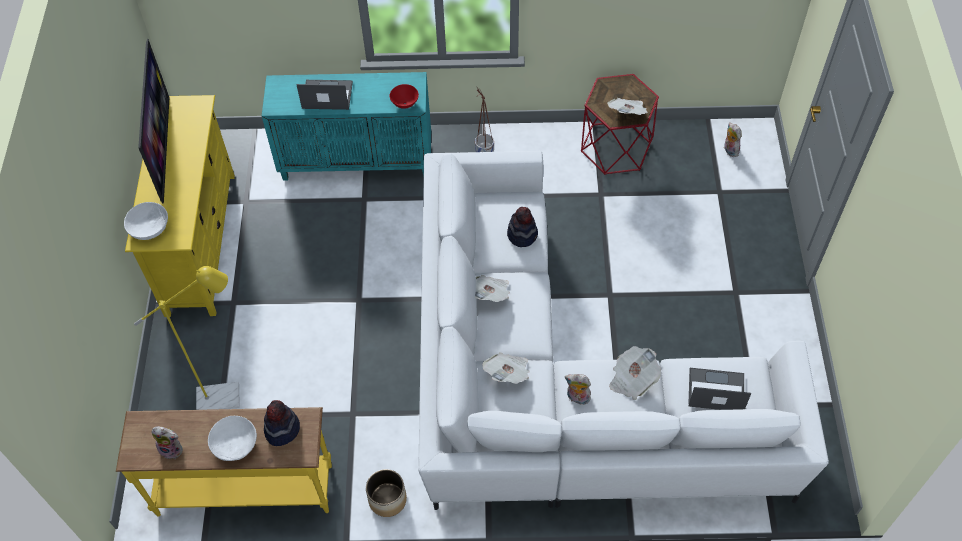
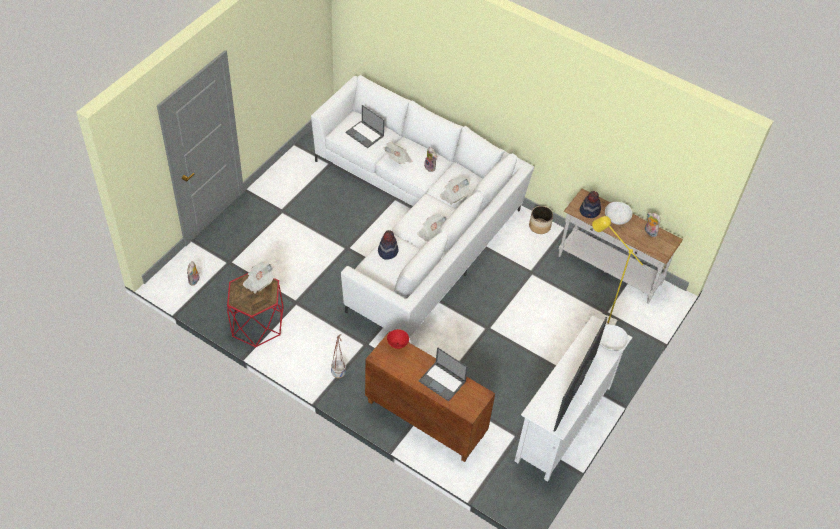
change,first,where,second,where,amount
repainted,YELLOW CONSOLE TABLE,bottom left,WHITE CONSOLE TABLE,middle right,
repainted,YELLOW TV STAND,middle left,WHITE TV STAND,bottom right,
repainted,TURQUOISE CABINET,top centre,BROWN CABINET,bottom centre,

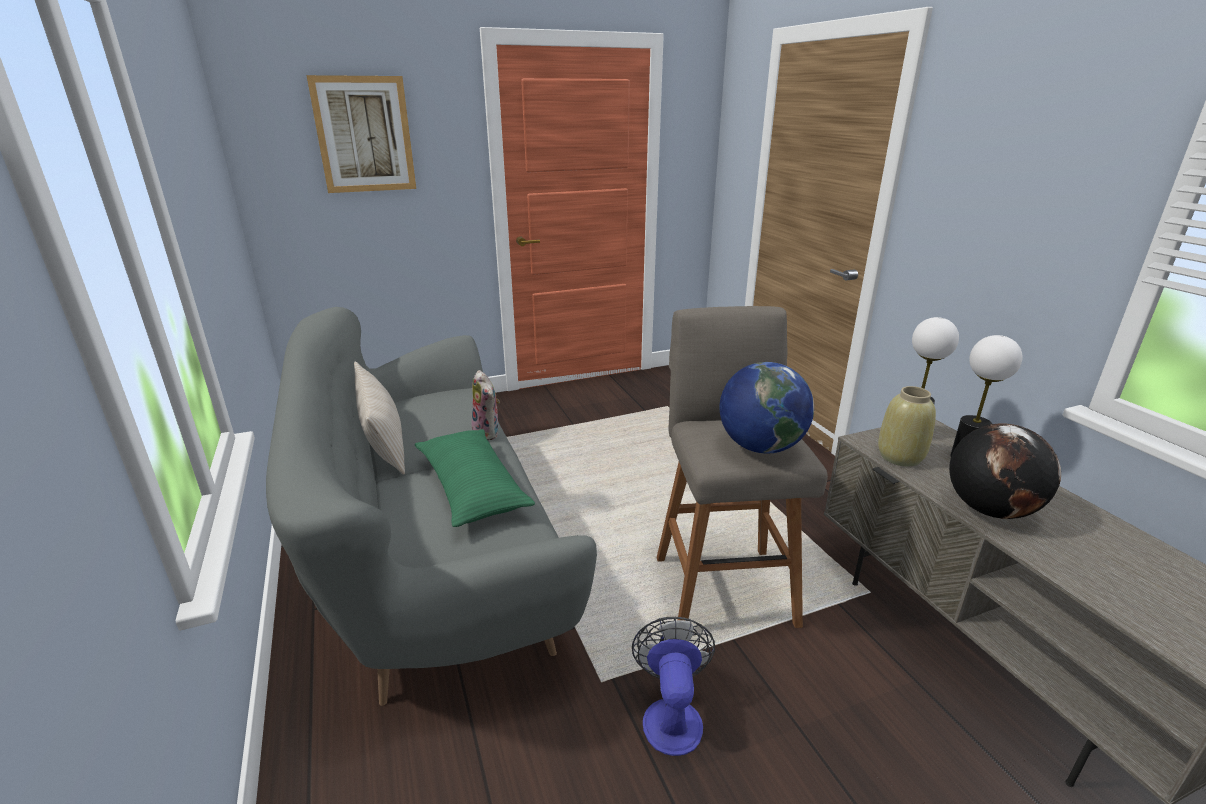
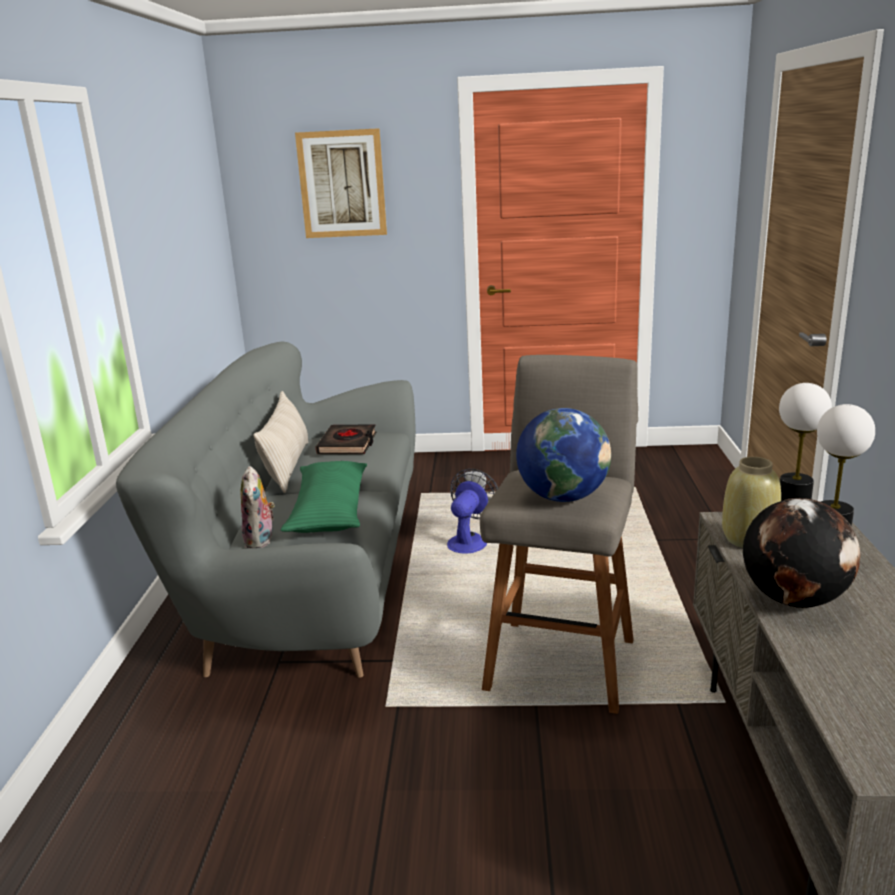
change,first,where,second,where,amount
new,,,BLACK BOOK,centre,
shifted,PLUSH TOY,centre,,middle left,
shifted,FAN,bottom centre,,centre,

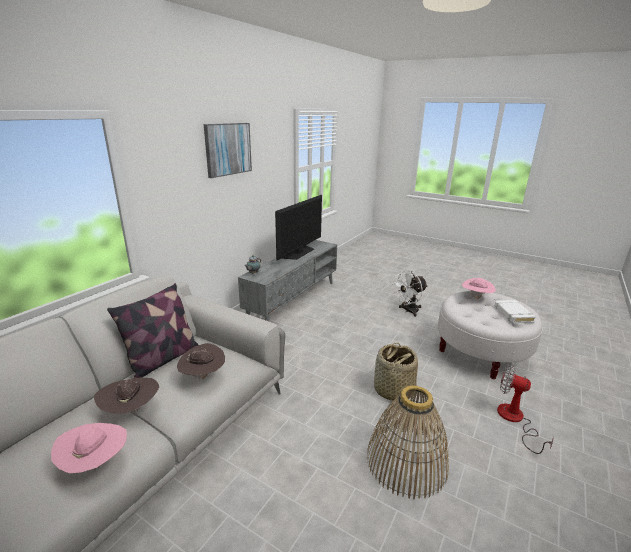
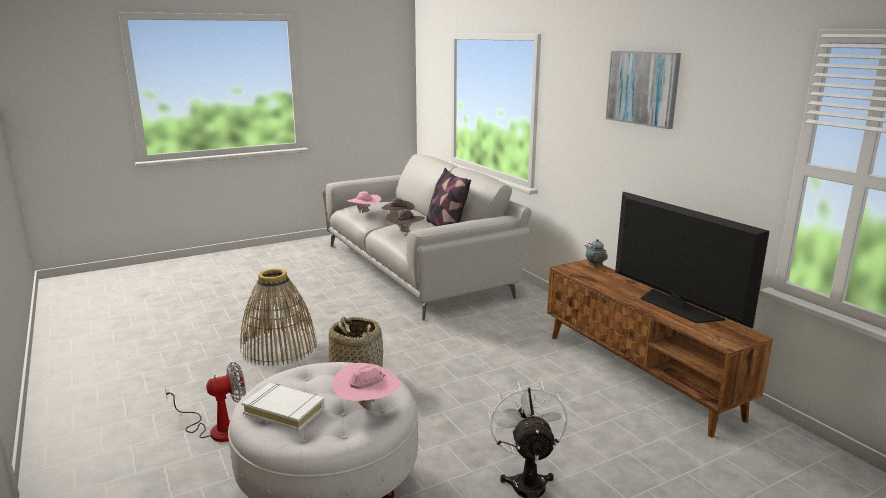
change,first,where,second,where,amount
repainted,GREY TV STAND,centre,BROWN TV STAND,bottom right,

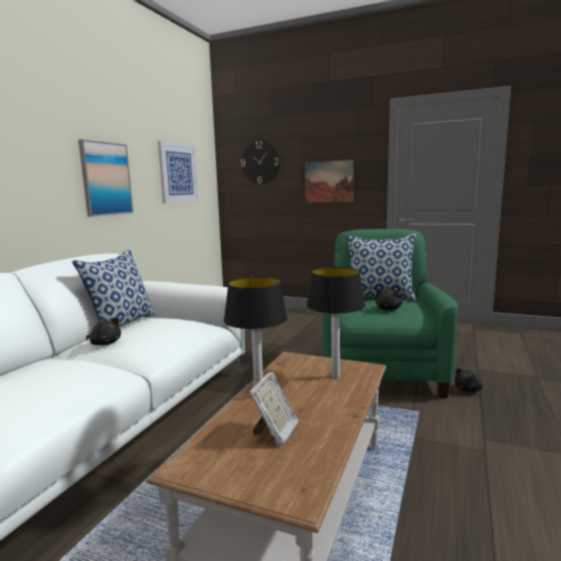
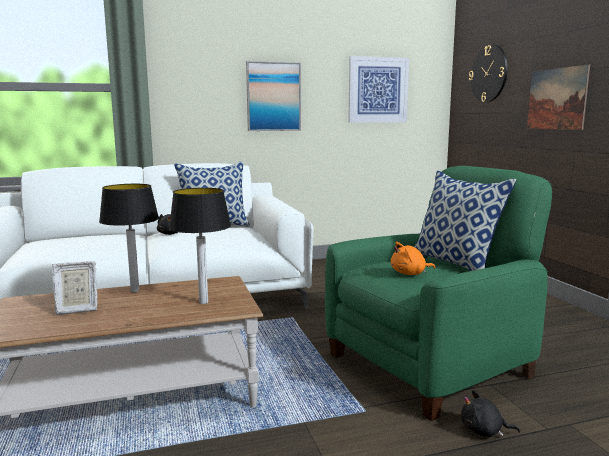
change,first,where,second,where,amount
repainted,BLACK PLUSH TOY (no. 2 from left),middle right,ORANGE PLUSH TOY,middle right,

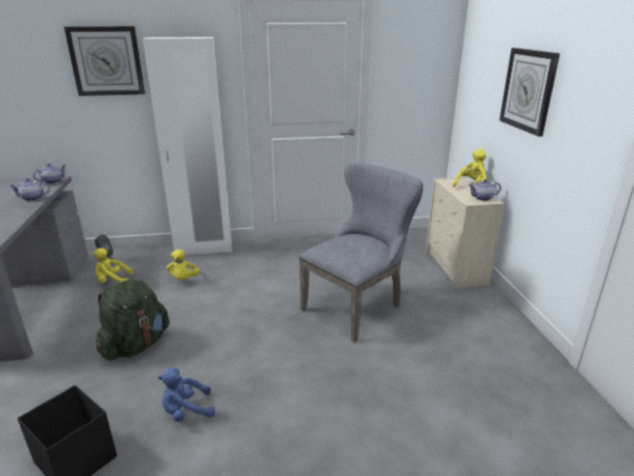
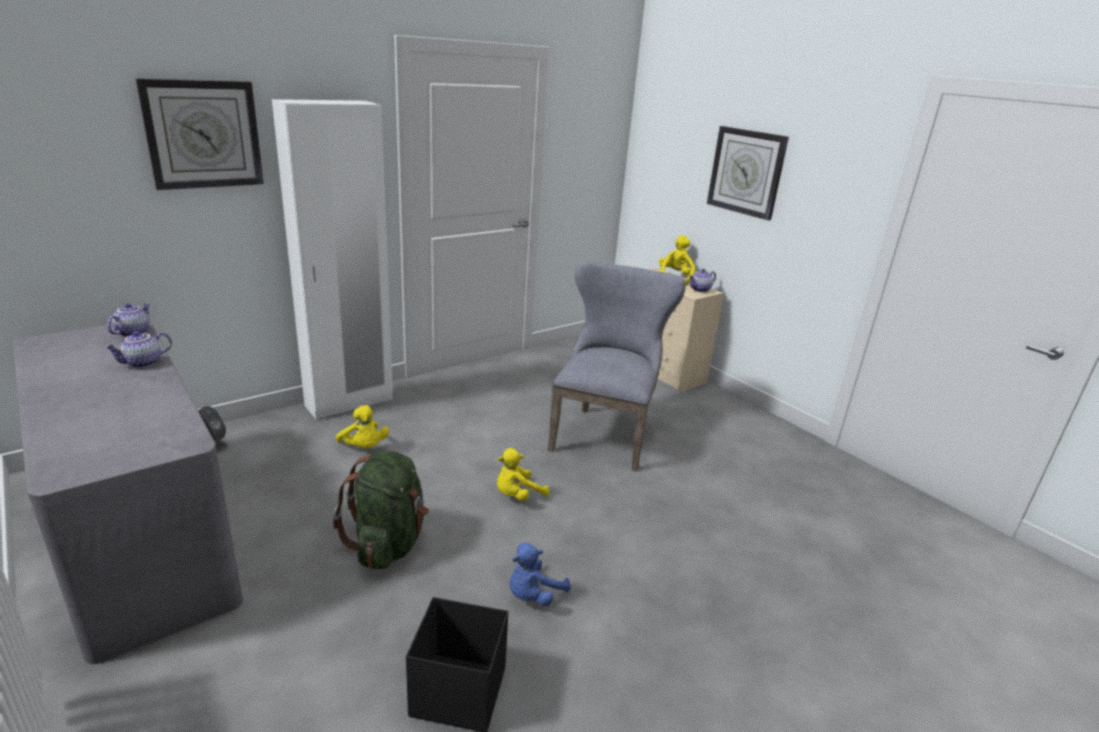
change,first,where,second,where,amount
shifted,YELLOW PLUSH TOY (no. 1 from left in the first image),middle left,YELLOW PLUSH TOY (no. 2 from left),centre,

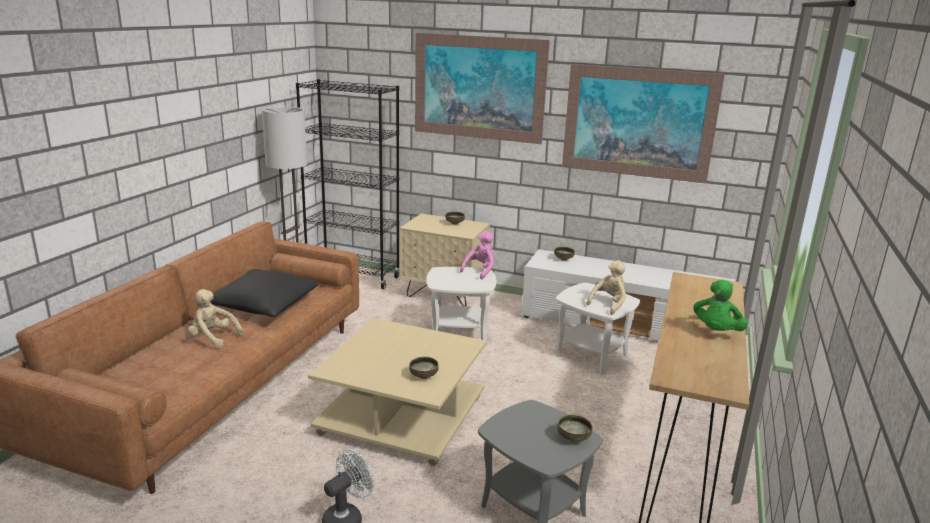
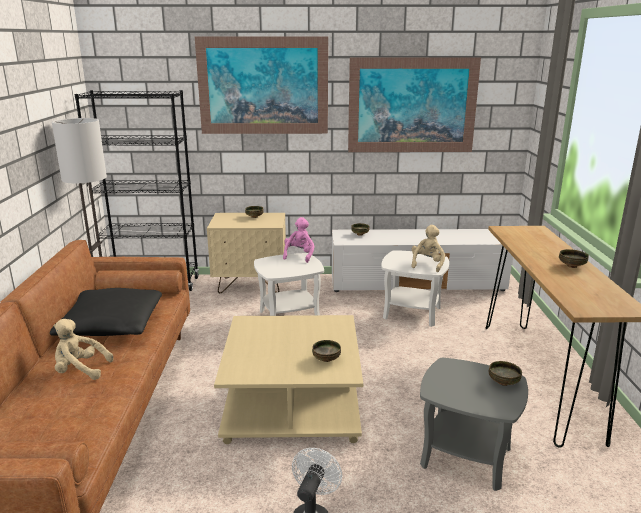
change,first,where,second,where,amount
swapped,GREEN PLUSH TOY,middle right,BOWL (no. 5 from left),middle right,

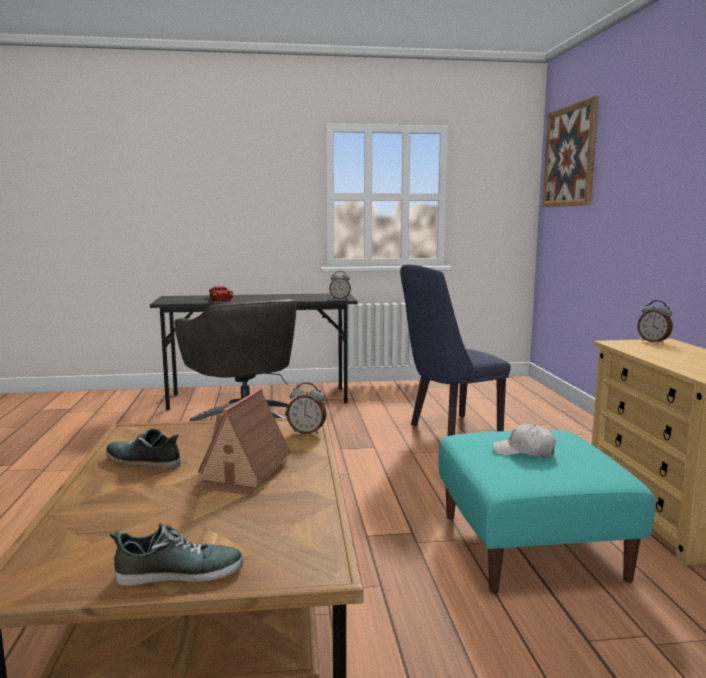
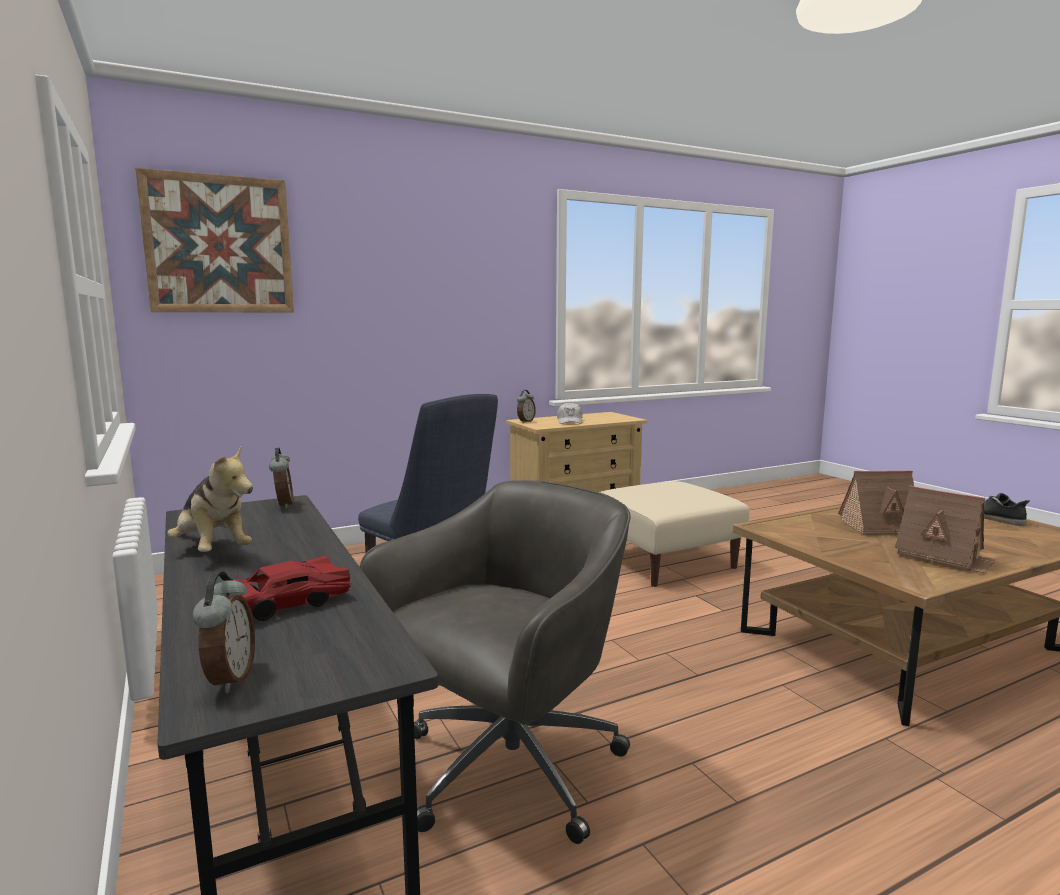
change,first,where,second,where,amount
new,,,PLUSH TOY,middle left,
shifted,ALARM CLOCK (no. 1 from left),centre,,bottom left,
shifted,WHITE CAP,middle right,,centre,
swapped,SHOE (no. 1 from left),middle left,TOY HOUSE (no. 2 from left),middle right,
repainted,TURQUOISE OTTOMAN,bottom right,BEIGE OTTOMAN,centre,

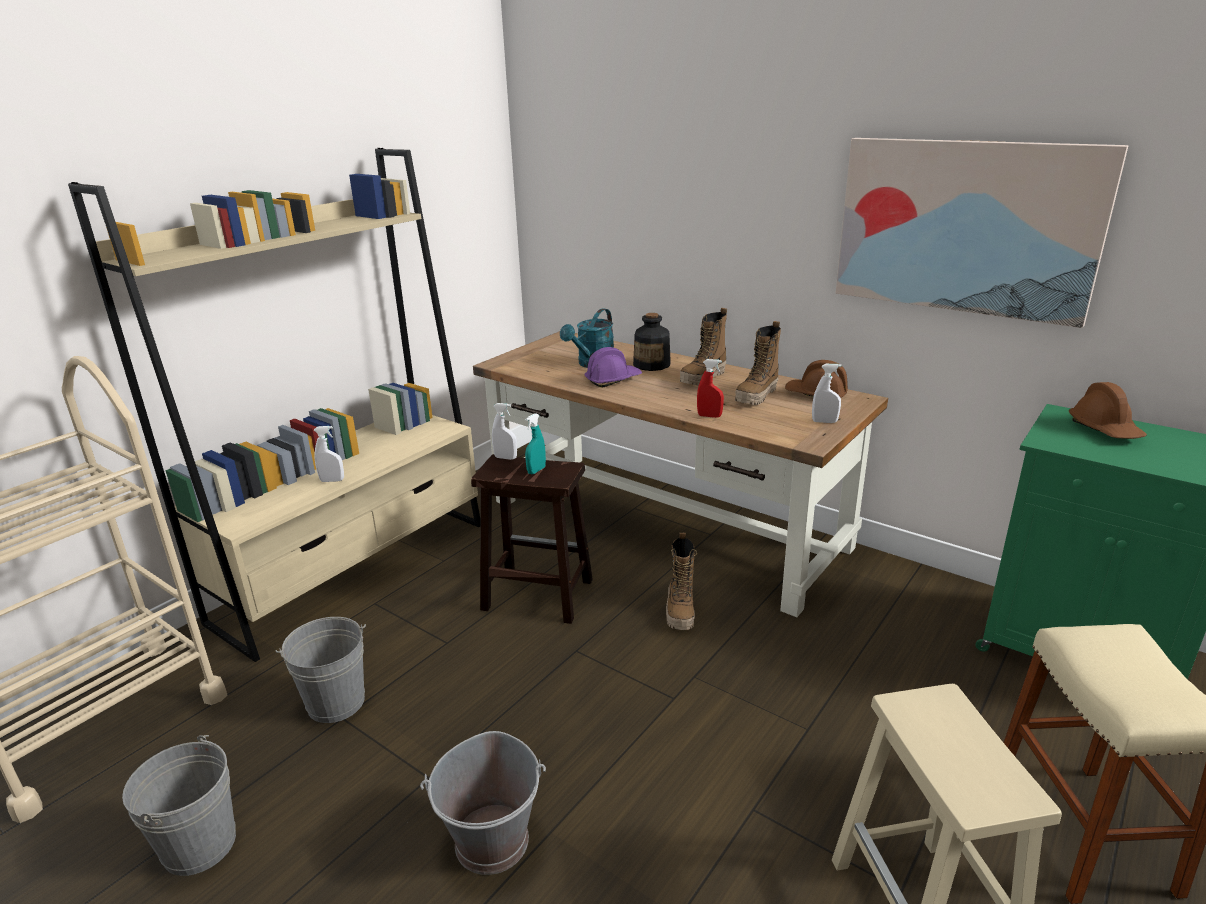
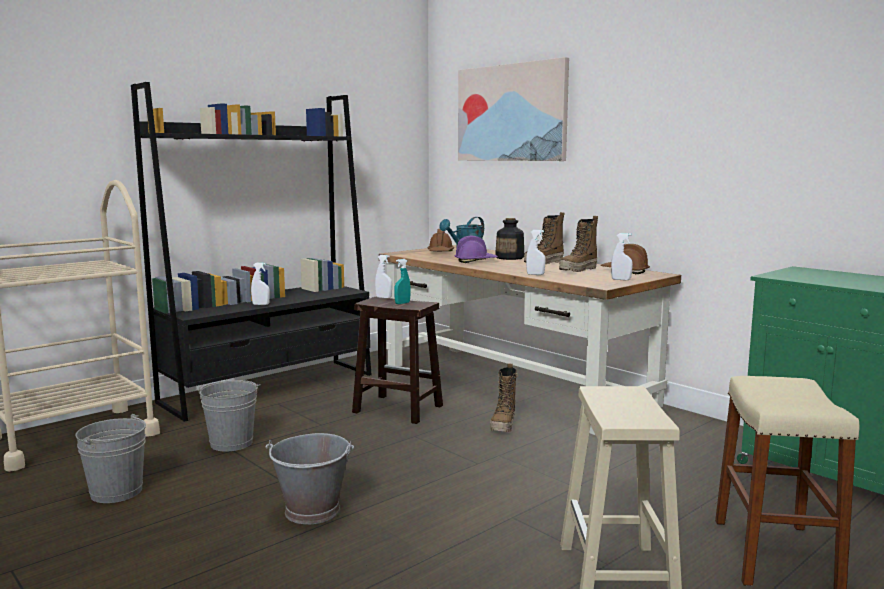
change,first,where,second,where,amount
shifted,PICTURE,top right,,top centre,
shifted,BROWN HARD HAT (no. 2 from left in the first image),middle right,BROWN HARD HAT (no. 1 from left),centre,
repainted,BEIGE BOOKCASE,middle left,BLACK BOOKCASE,middle left,
repainted,RED SPRAY BOTTLE,centre,WHITE SPRAY BOTTLE (no. 3 from left),centre,

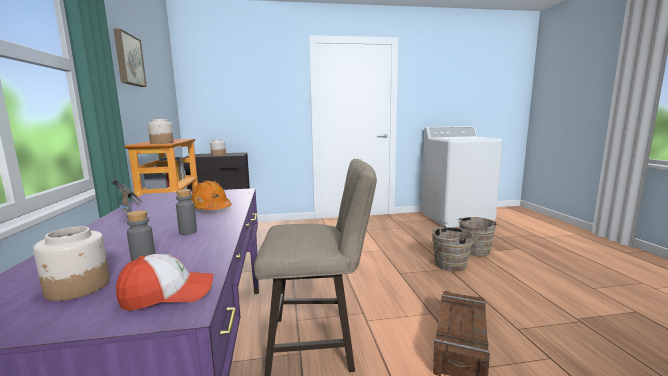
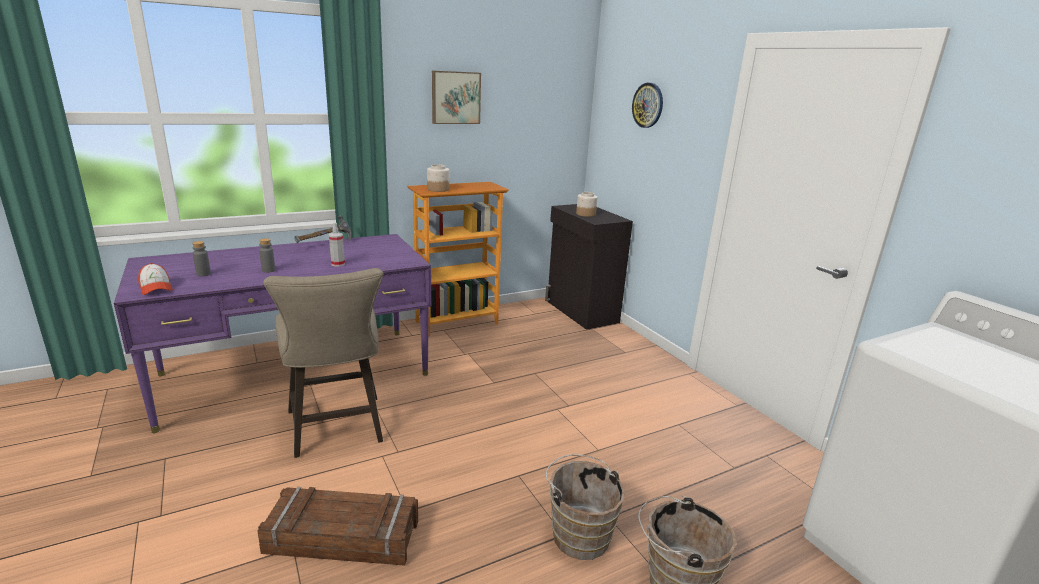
change,first,where,second,where,amount
gone,JAR (no. 1 from left),bottom left,,,
new,,,WALL CLOCK,top centre,
swapped,ORANGE HARD HAT,middle left,SPRAY BOTTLE,middle left,

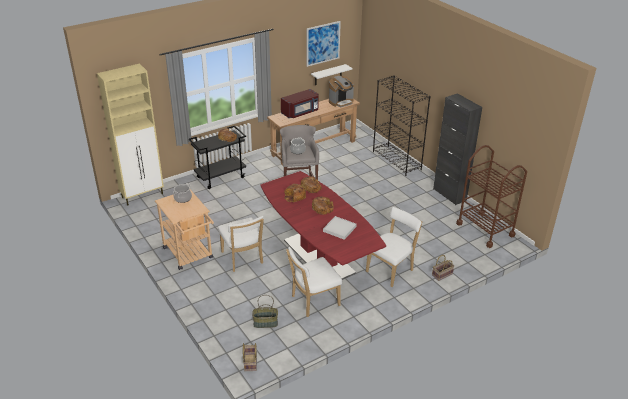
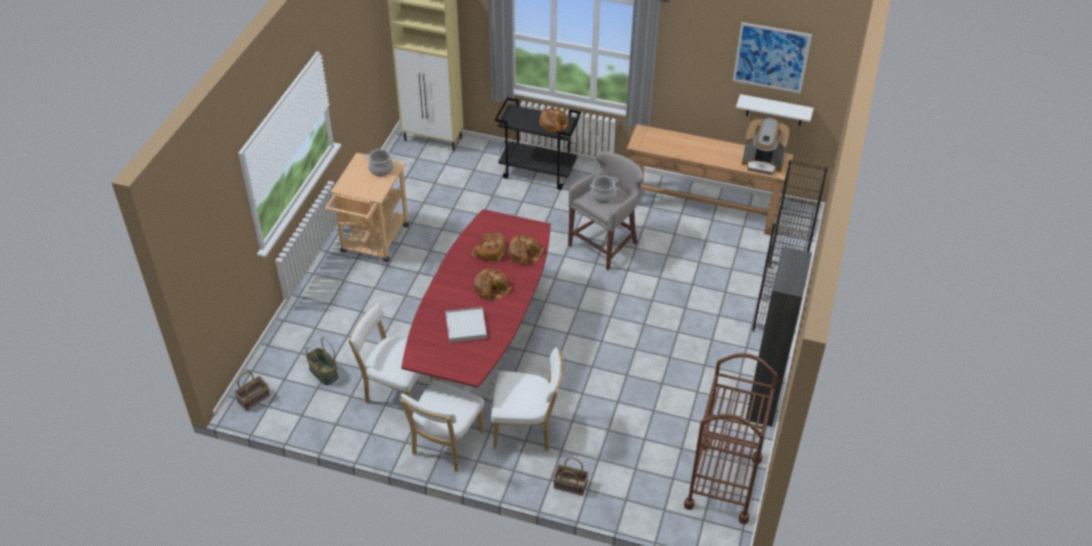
change,first,where,second,where,amount
gone,RED MICROWAVE,top centre,,,
shifted,WHITE CHAIR (no. 1 from left in the first image),centre,WHITE CHAIR (no. 2 from left),bottom centre,

